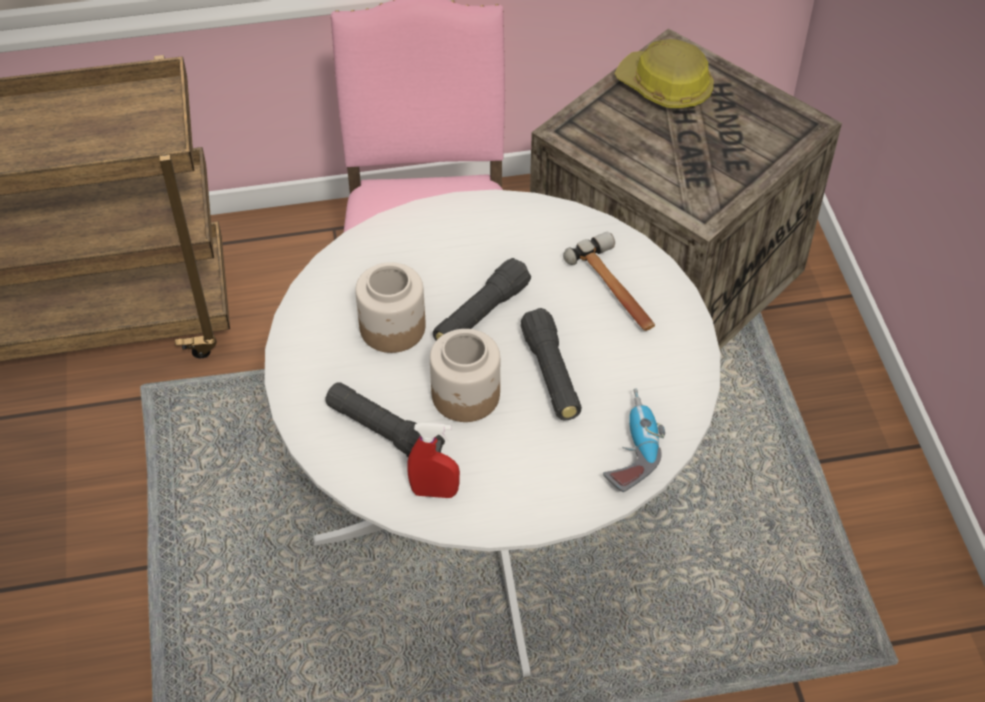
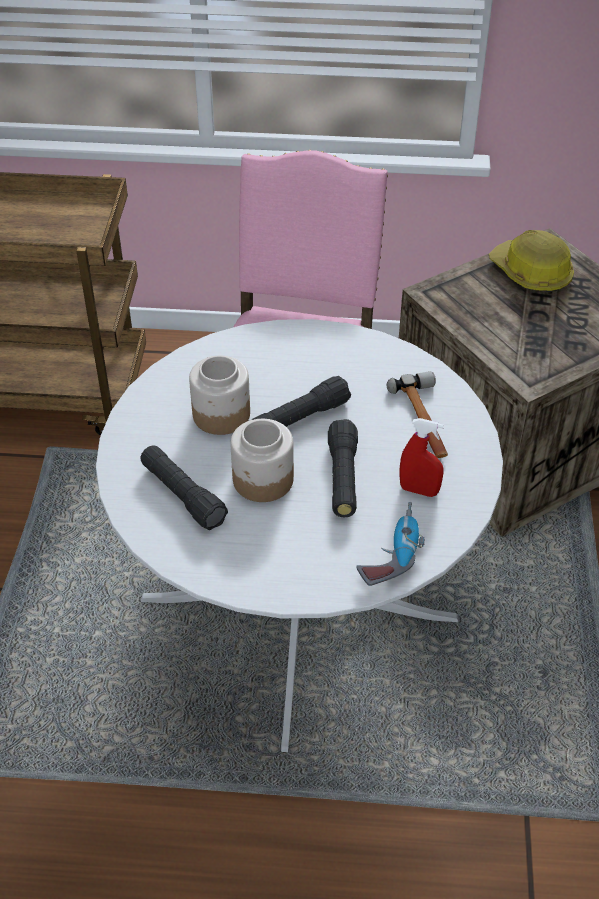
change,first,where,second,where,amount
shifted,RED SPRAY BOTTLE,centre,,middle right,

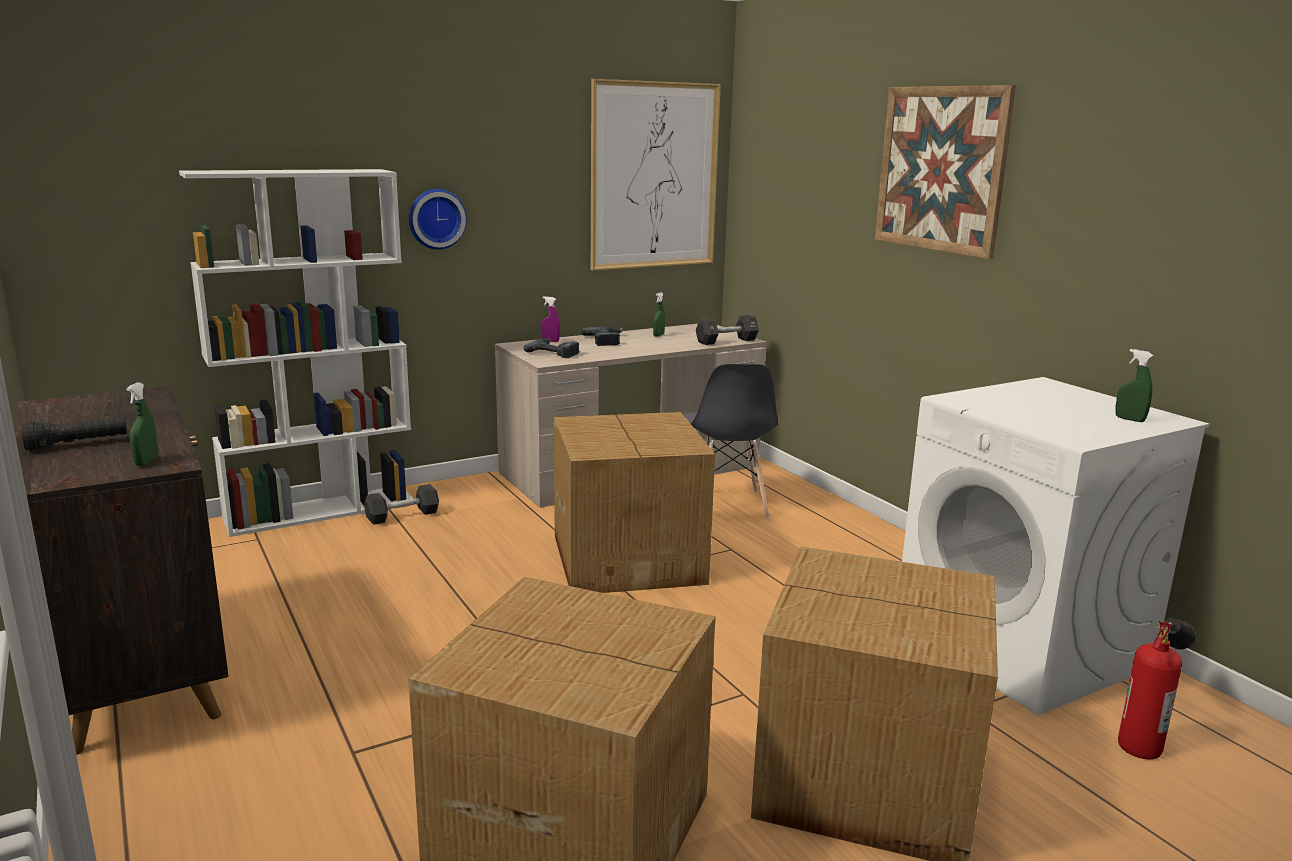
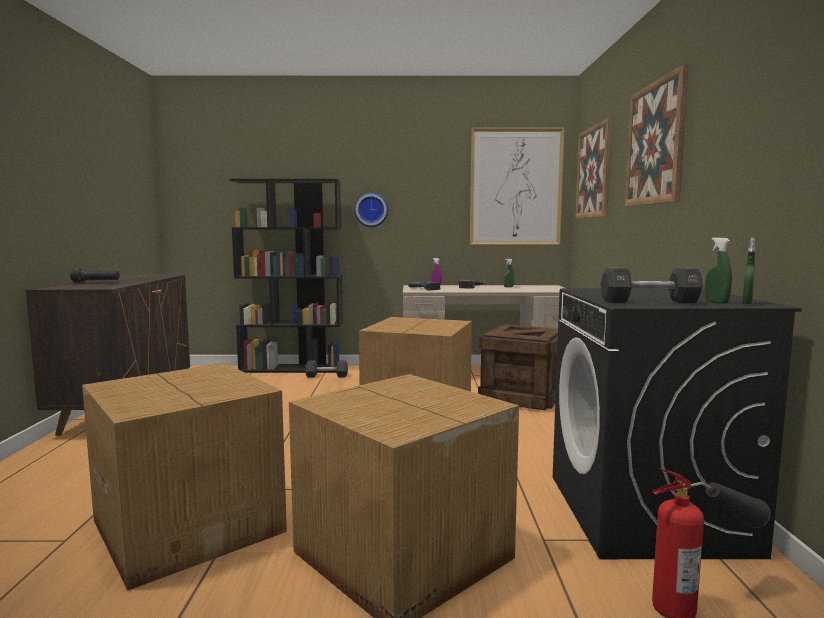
change,first,where,second,where,amount
new,,,PICTURE (no. 2 from left),top right,
shifted,GREEN SPRAY BOTTLE (no. 1 from left in the first image),middle left,GREEN SPRAY BOTTLE (no. 3 from left),middle right,
shifted,BLACK DUMBBELL (no. 2 from left),centre,,middle right,
swapped,GREY CHAIR,centre,CRATE,centre,
repainted,WHITE BOOKCASE,middle left,BLACK BOOKCASE,centre,
repainted,WHITE WASHING MACHINE,middle right,BLACK WASHING MACHINE,bottom right,

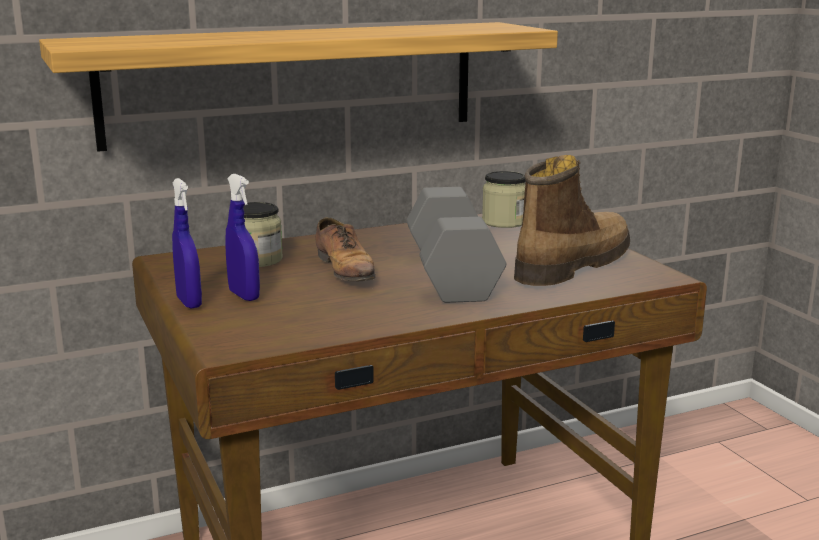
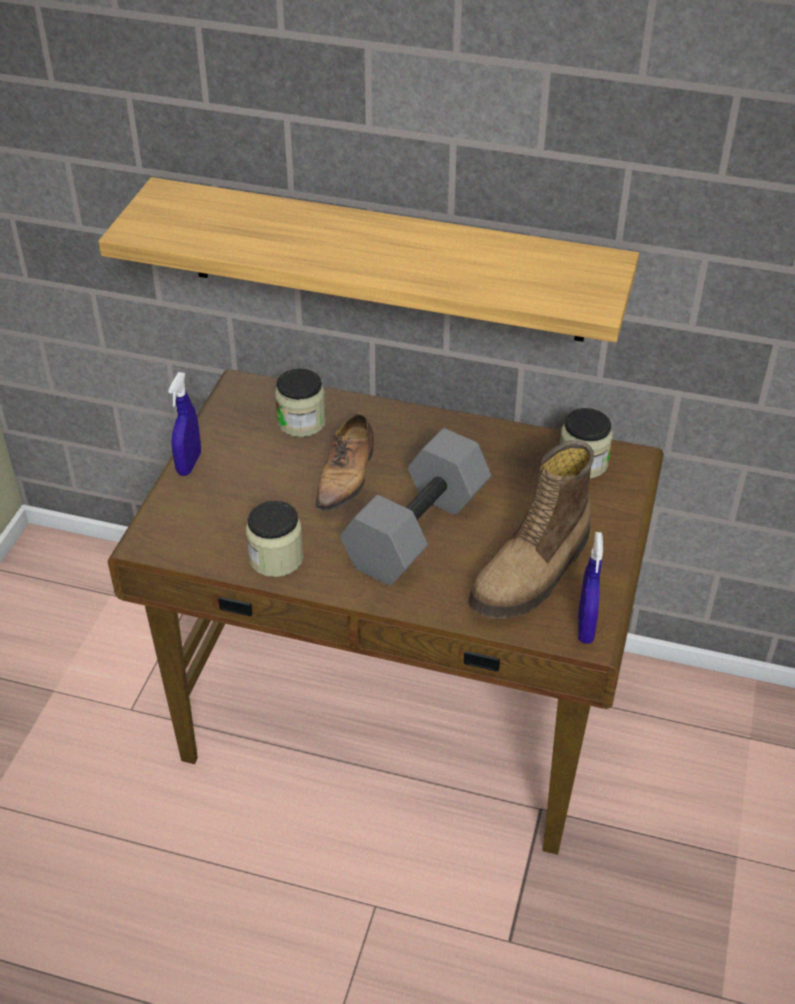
change,first,where,second,where,amount
new,,,JAR (no. 1 from left),centre,
shifted,BLUE SPRAY BOTTLE (no. 2 from left),middle left,,middle right,
rotated,BOOT,middle right,,middle right,135 degrees clockwise

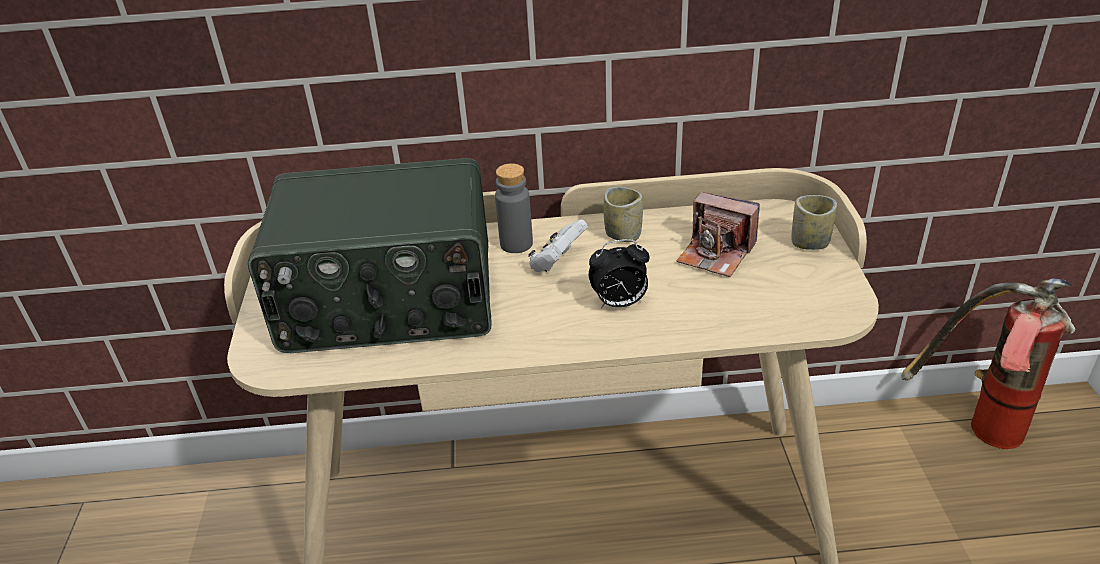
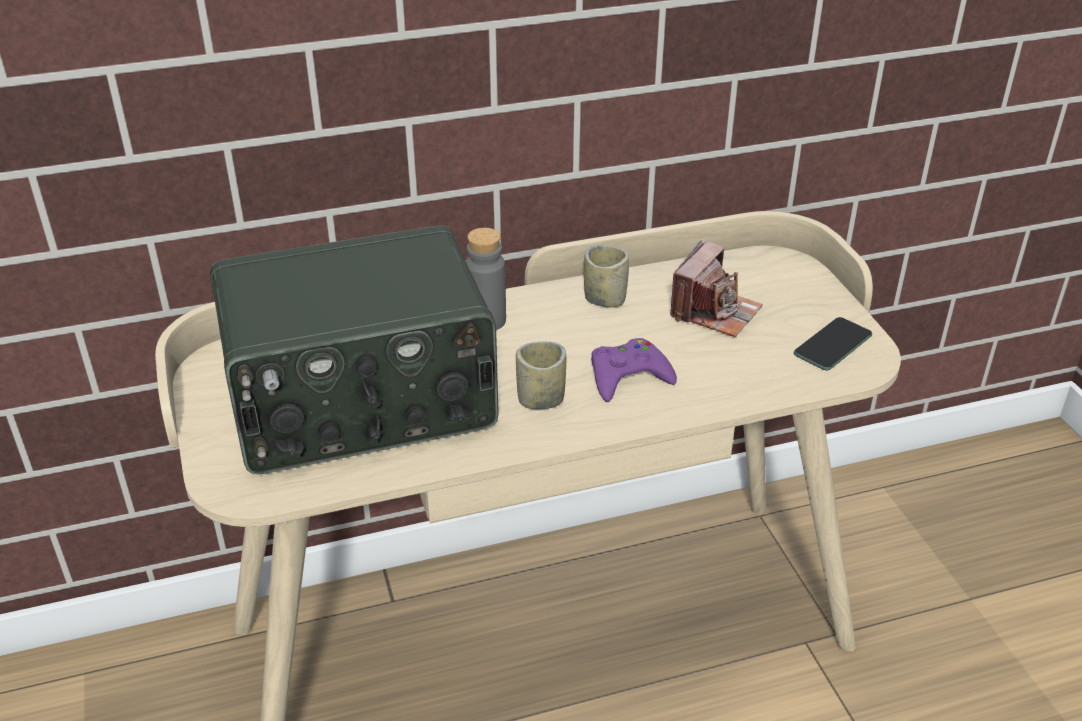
change,first,where,second,where,amount
gone,WHITE GAME CONTROLLER,centre,,,
gone,FIRE EXTINGUISHER,middle right,,,
new,,,PHONE,middle right,
shifted,CUP (no. 2 from left in the first image),middle right,CUP (no. 1 from left),centre,
swapped,ALARM CLOCK,centre,PURPLE GAME CONTROLLER,centre,
rotated,PHOTO CAMERA,centre,,centre,75 degrees counterclockwise

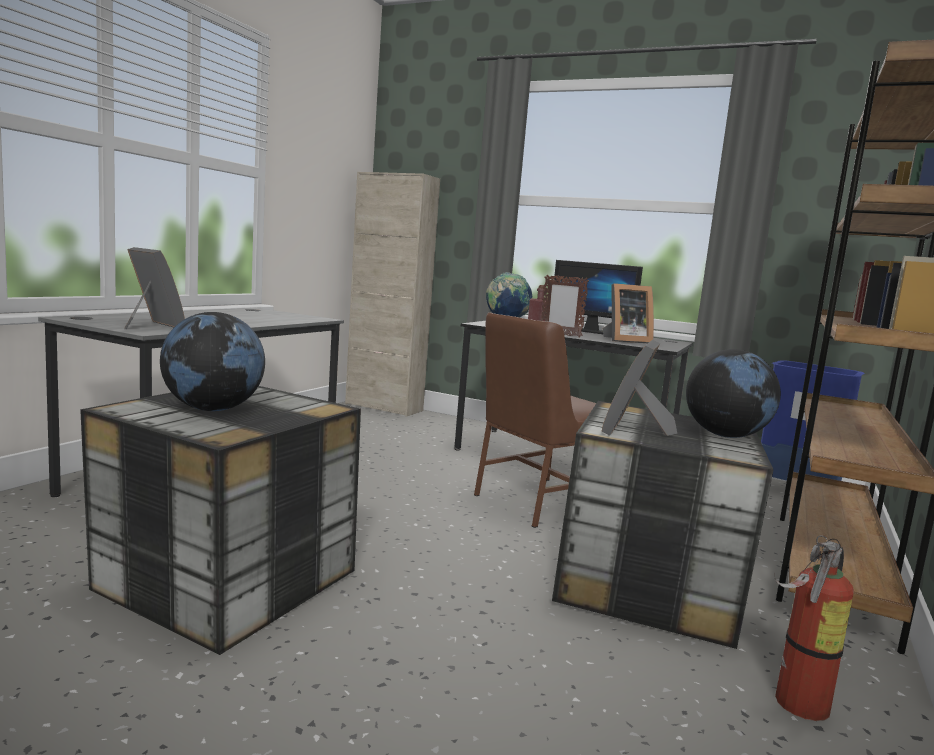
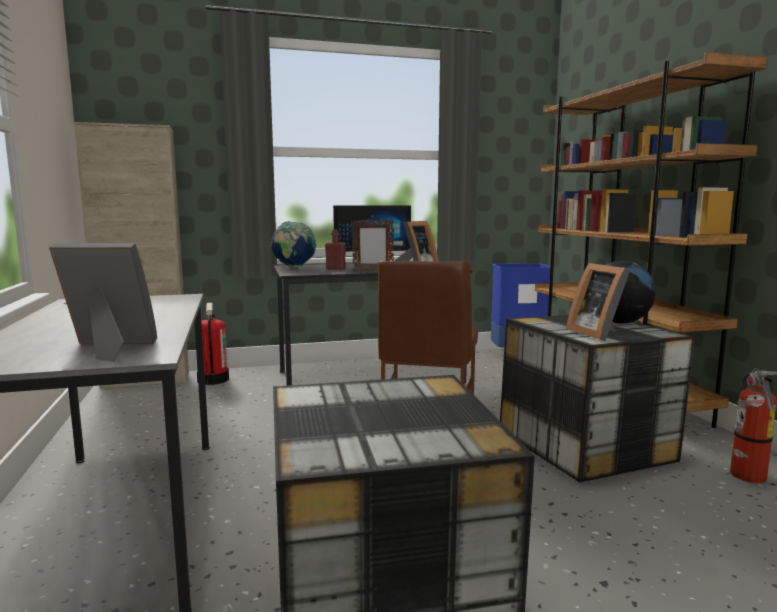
change,first,where,second,where,amount
gone,GLOBE (no. 1 from left),middle left,,,
new,,,FIRE EXTINGUISHER (no. 1 from left),middle left,

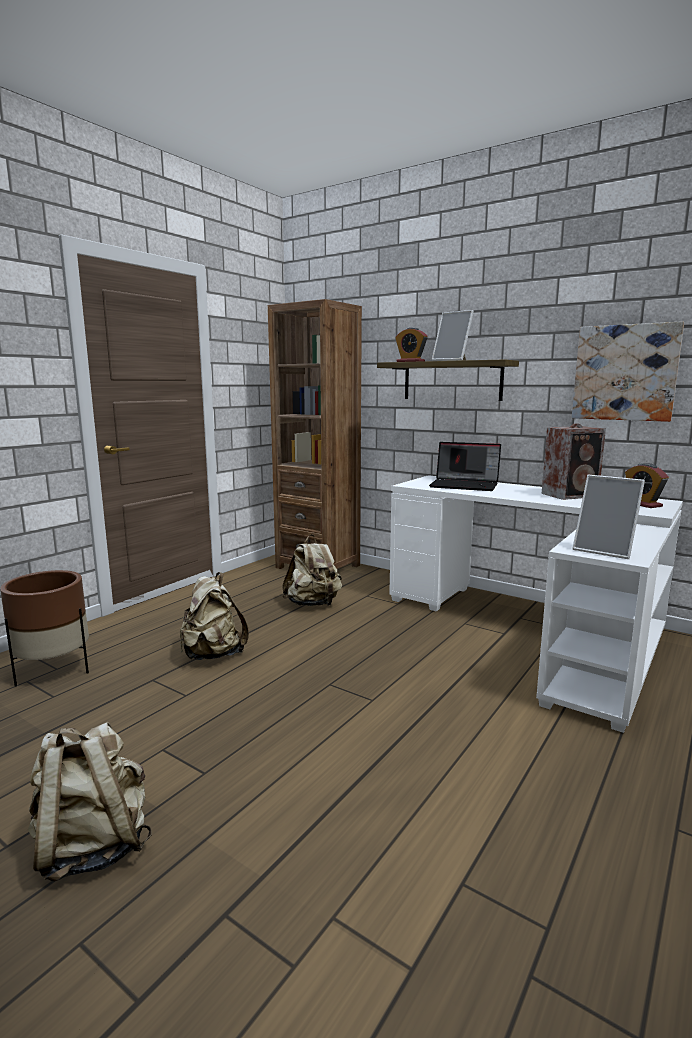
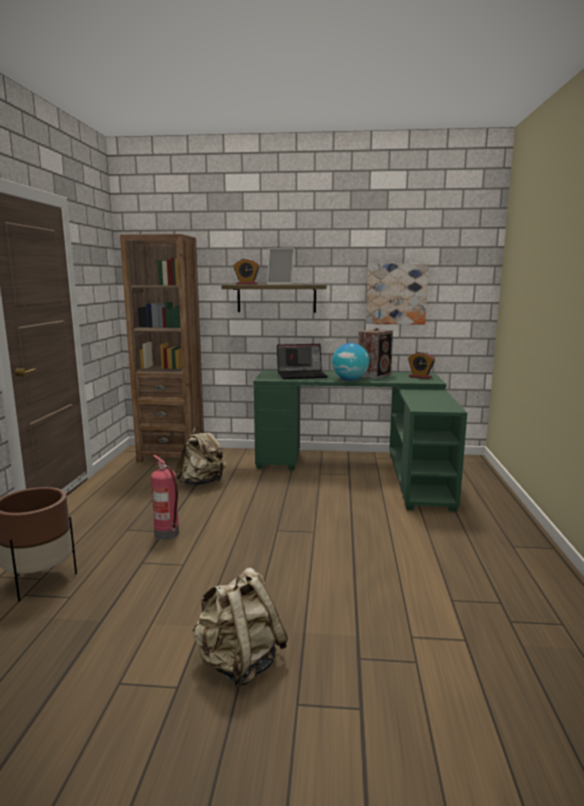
change,first,where,second,where,amount
gone,PICTURE FRAME (no. 2 from left),middle right,,,
new,,,GLOBE,centre,
swapped,BEIGE BACKPACK (no. 2 from left),middle left,FIRE EXTINGUISHER,middle left,
repainted,WHITE DESK,middle right,GREEN DESK,centre,

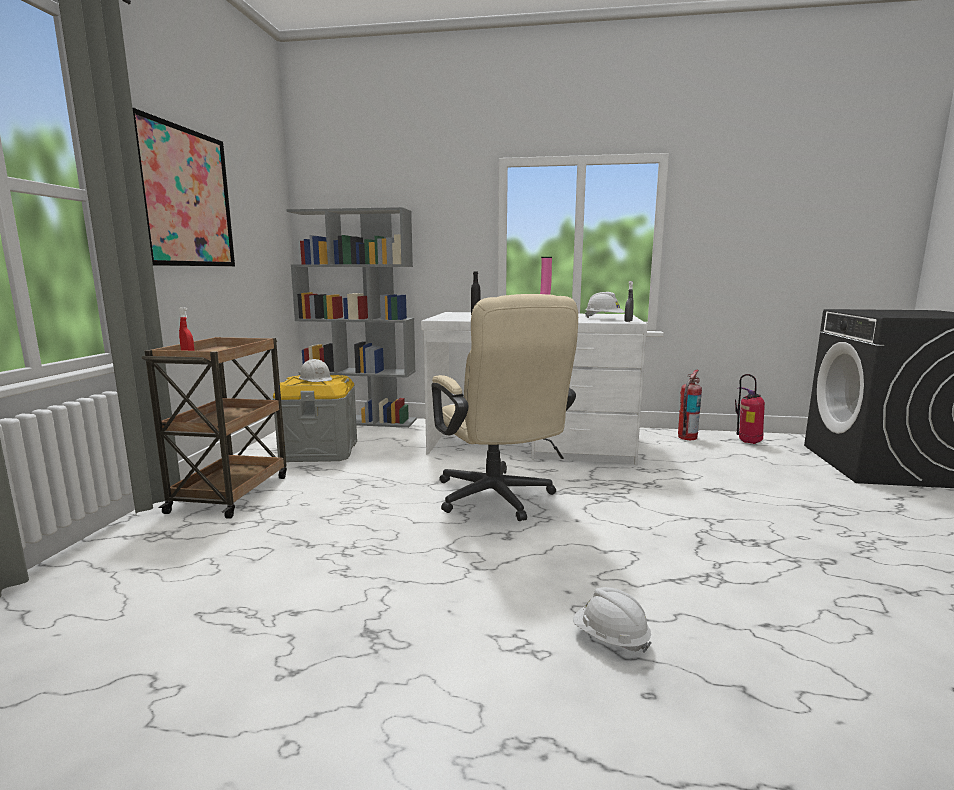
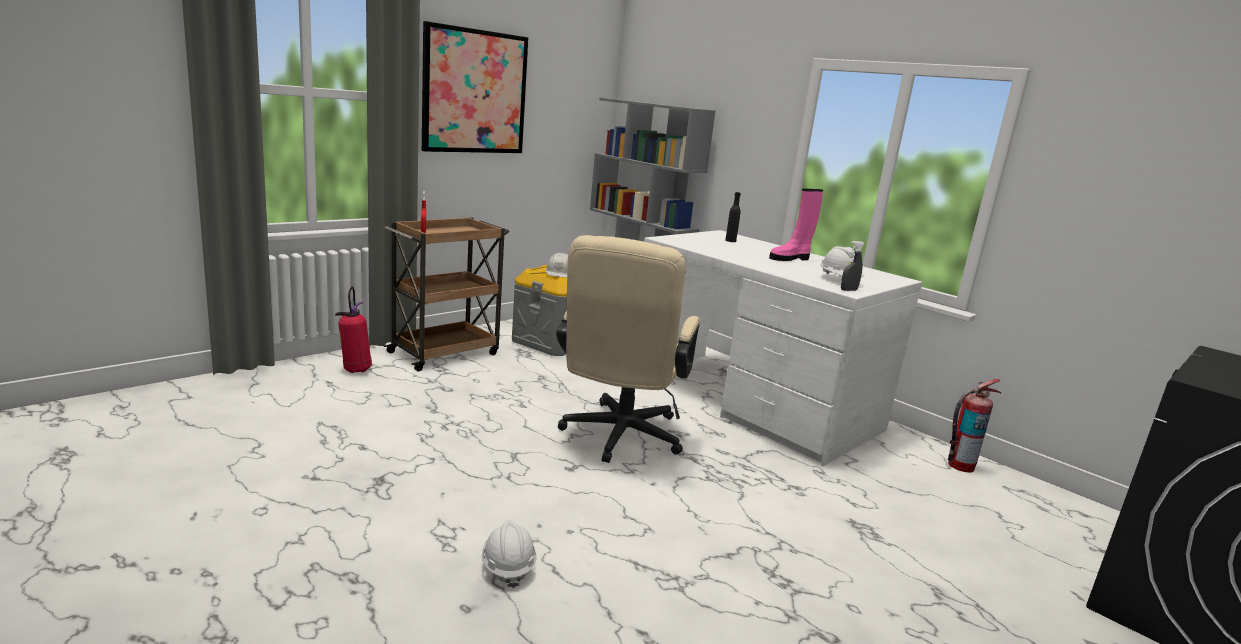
change,first,where,second,where,amount
shifted,FIRE EXTINGUISHER (no. 2 from left in the first image),middle right,FIRE EXTINGUISHER (no. 1 from left),middle left,

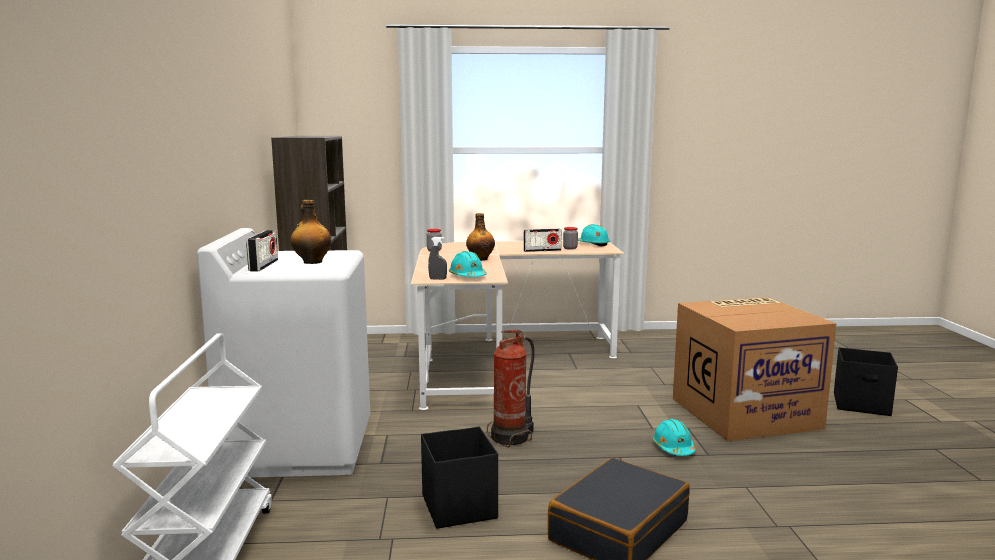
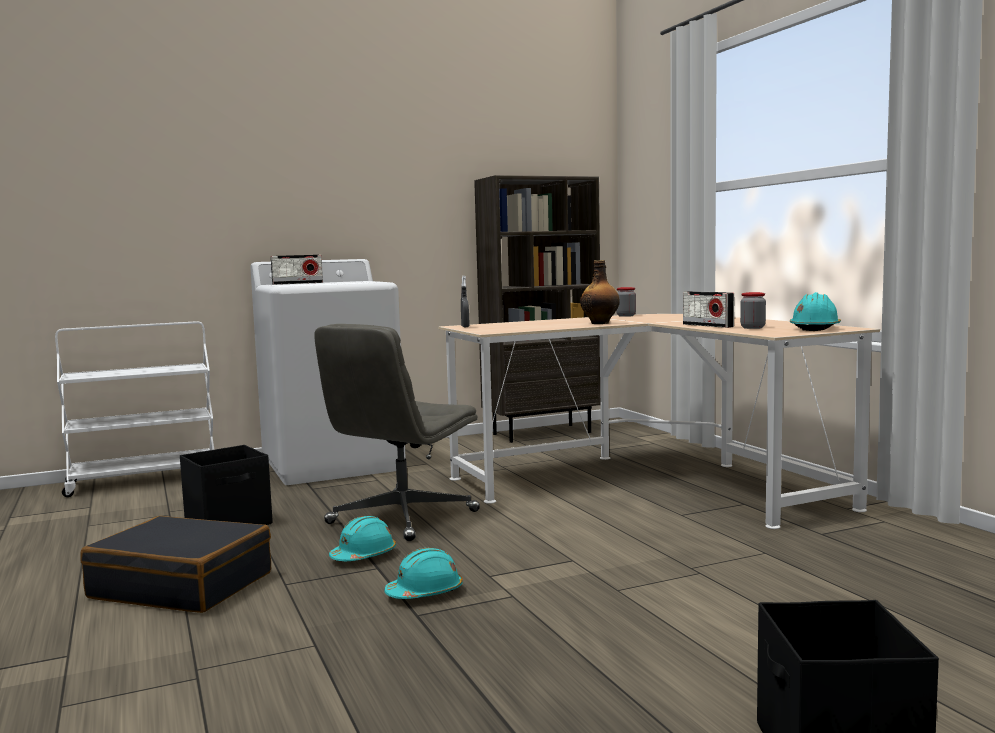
change,first,where,second,where,amount
gone,BOTTLE (no. 1 from left),middle left,,,
gone,CARDBOARD BOX,middle right,,,
shifted,TURQUOISE HARD HAT (no. 1 from left),centre,,bottom centre,
swapped,FIRE EXTINGUISHER,bottom centre,GREY OFFICE CHAIR,centre,

